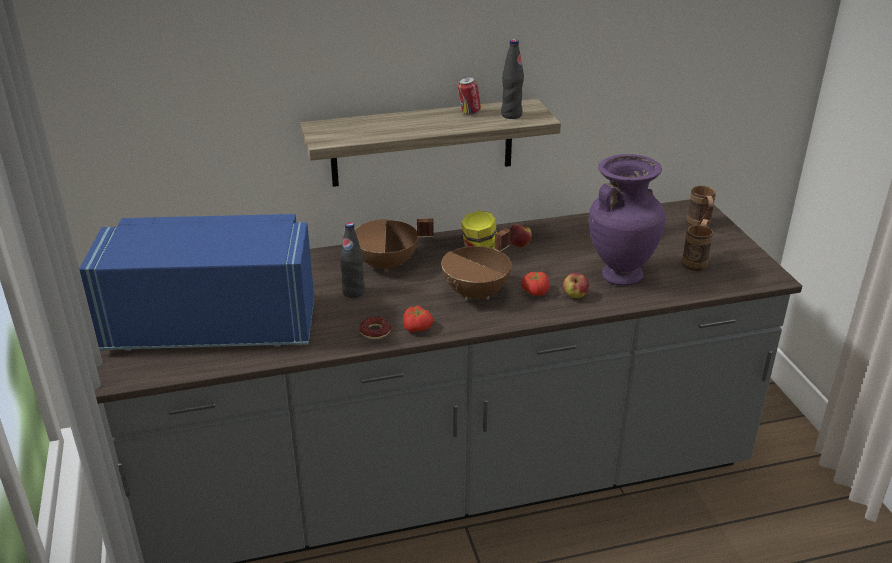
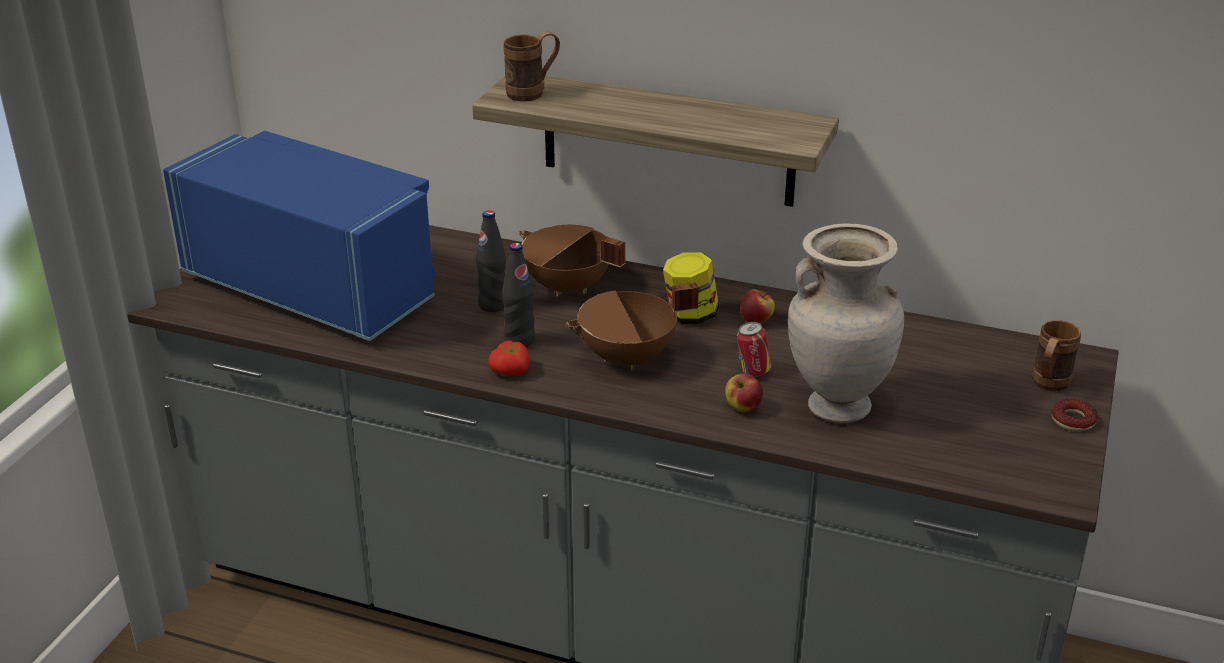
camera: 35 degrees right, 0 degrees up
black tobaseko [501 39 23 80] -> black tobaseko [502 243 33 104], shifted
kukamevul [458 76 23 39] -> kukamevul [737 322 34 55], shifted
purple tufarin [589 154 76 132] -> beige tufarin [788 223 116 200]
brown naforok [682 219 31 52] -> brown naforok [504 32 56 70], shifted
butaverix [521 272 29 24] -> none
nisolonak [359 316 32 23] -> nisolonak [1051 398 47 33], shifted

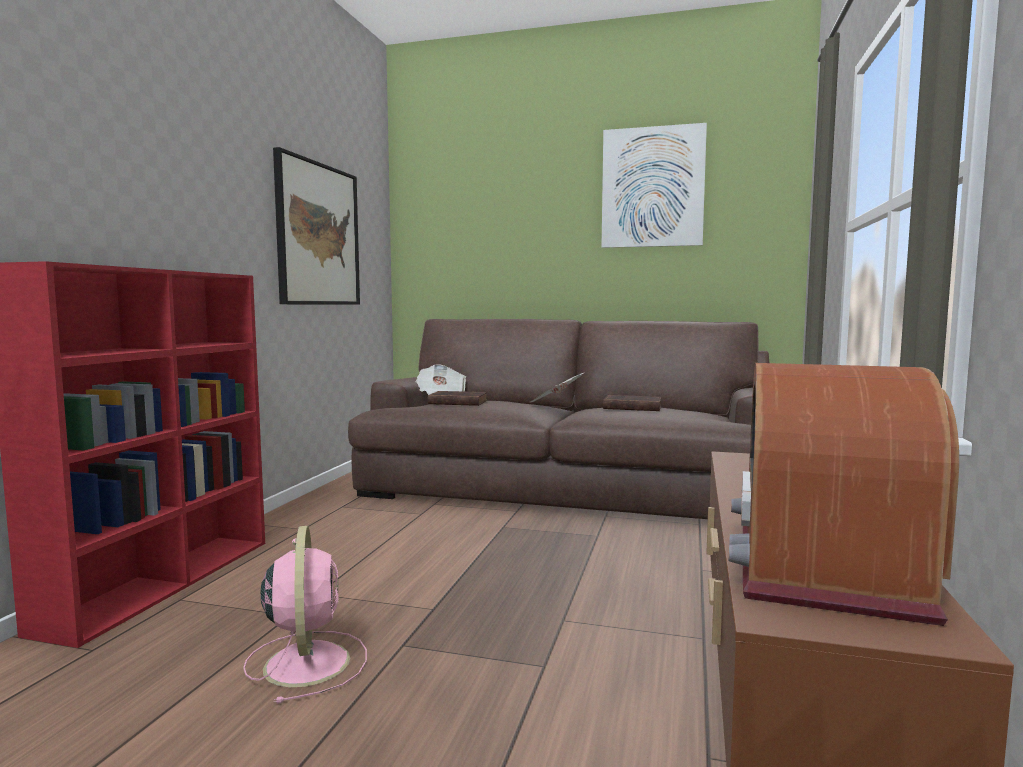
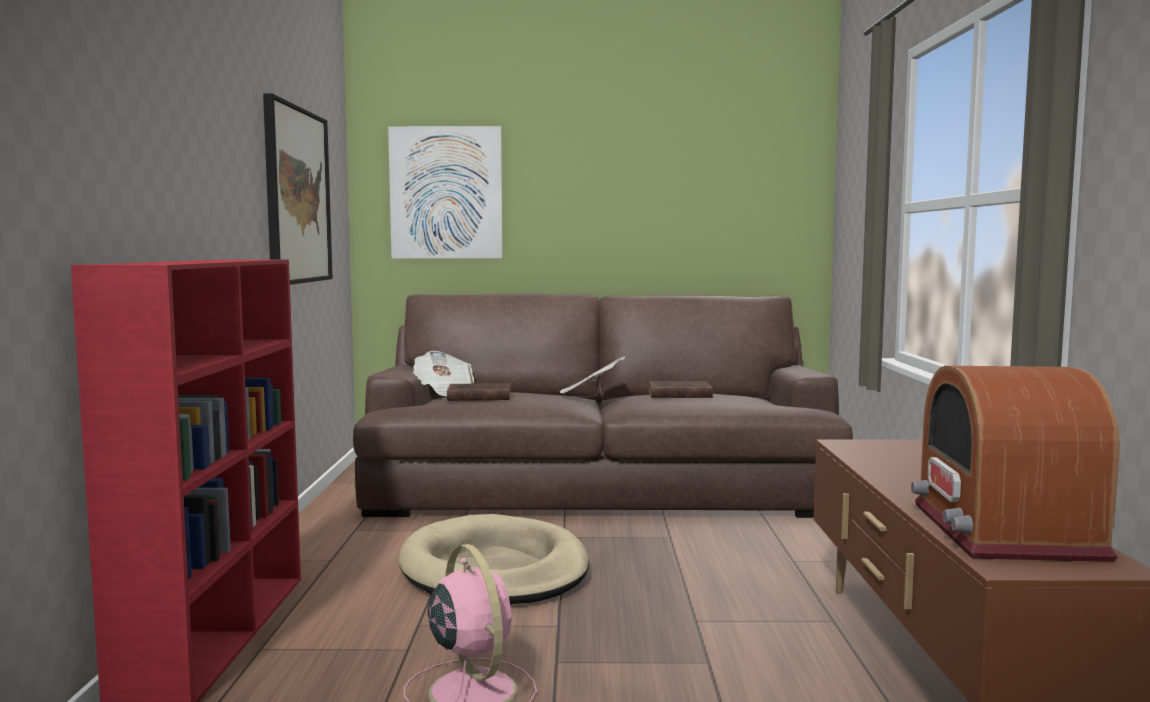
camera: 15 degrees left, 0 degrees up
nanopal [601 123 106 125] -> nanopal [388 126 115 133], shifted
none -> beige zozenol [399 514 190 90]

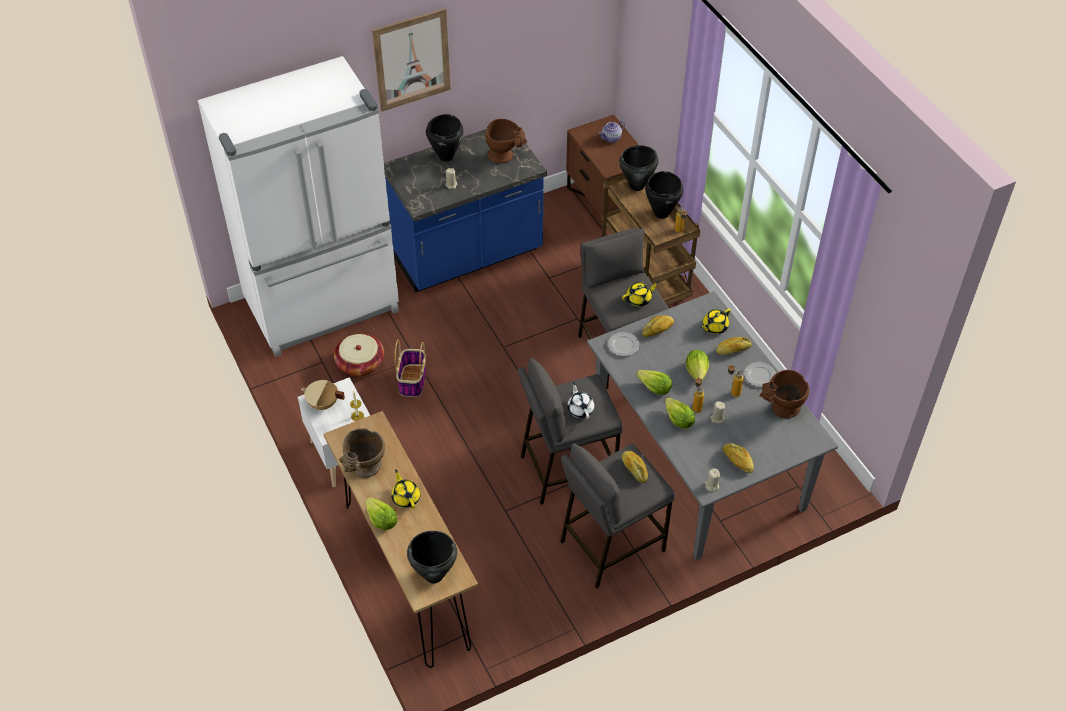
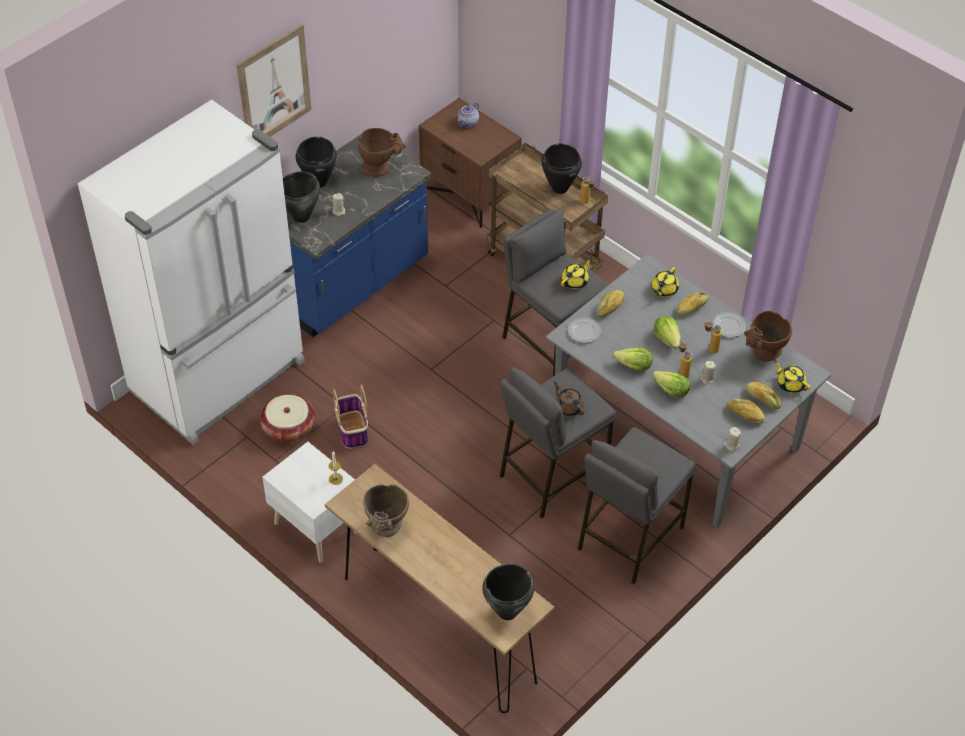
camera: 20 degrees left, 0 degrees up
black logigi [619 145 40 46] -> black logigi [283 171 37 52], shifted
beige logigi [301 380 44 30] -> none
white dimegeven [567 382 28 37] -> brown dimegeven [554 381 31 35]
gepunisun [622 451 26 32] -> gepunisun [746 382 35 27], shifted
yellow dimegeven [391 470 30 39] -> yellow dimegeven [774 360 37 33], shifted
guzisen [366 497 32 33] -> none

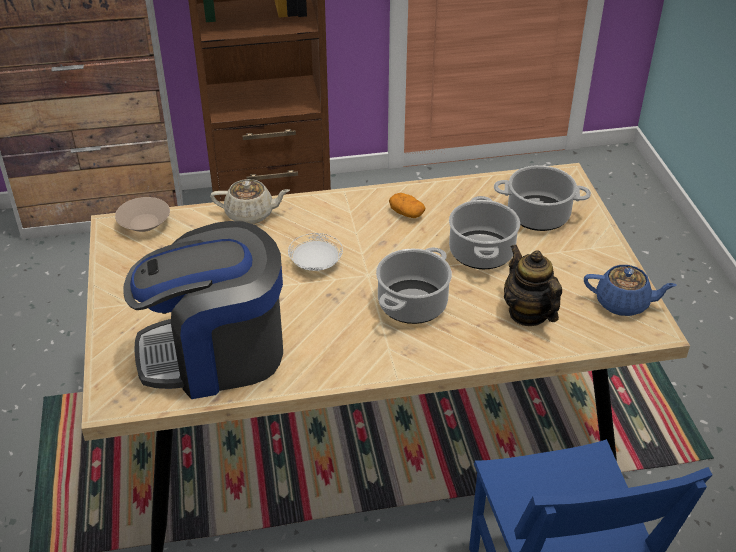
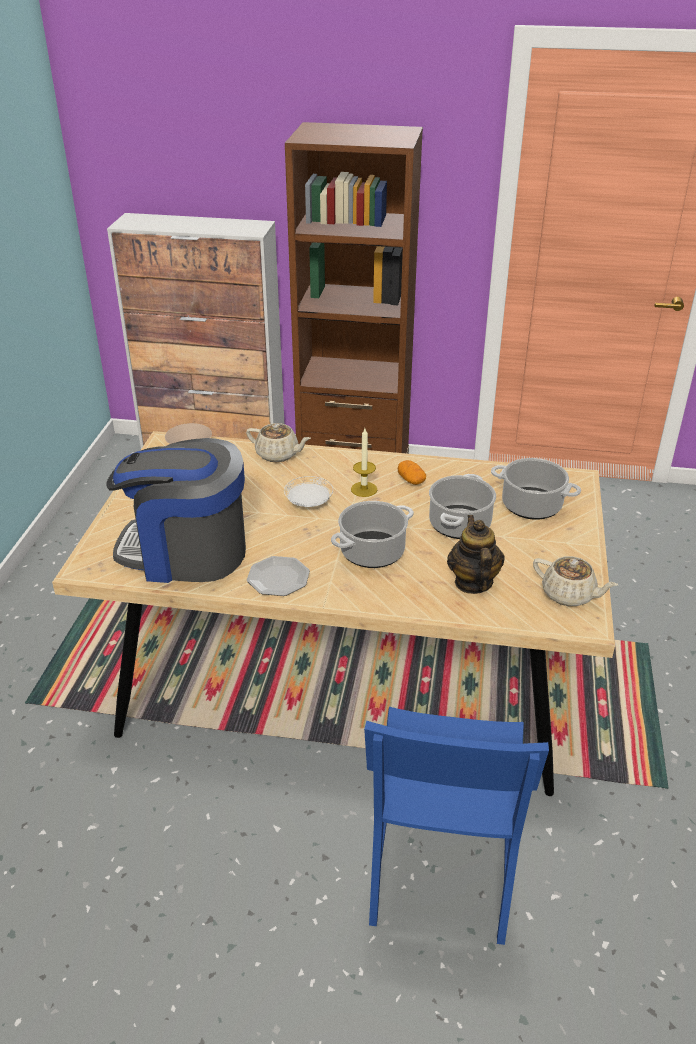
camera: 20 degrees right, 5 degrees down
blue dimegeven [584 265 93 51] -> beige dimegeven [533 556 85 50]
none -> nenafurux [351 428 26 69]
none -> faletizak [247 556 63 40]

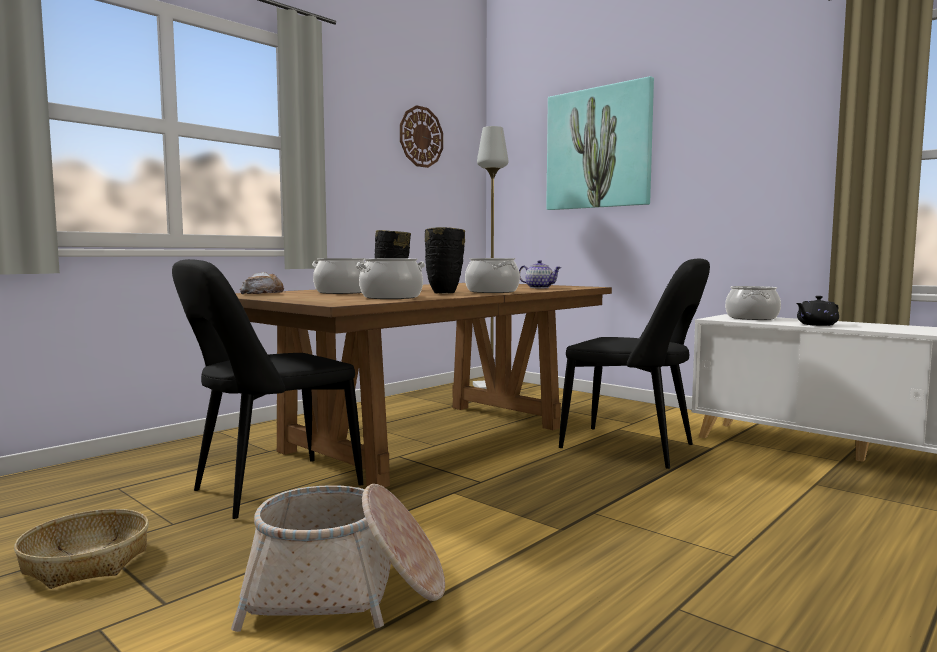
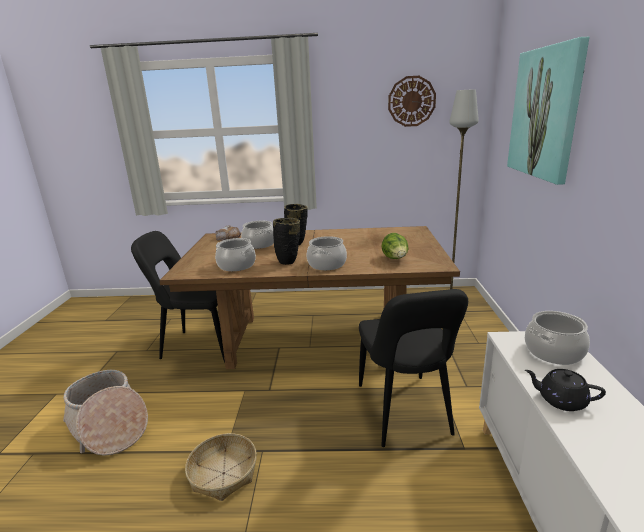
camera: 50 degrees right, 15 degrees up
dimegeven [519 260 43 28] -> guzisen [381 233 27 26]
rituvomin [14 509 135 80] -> rituvomin [185 433 72 68], shifted

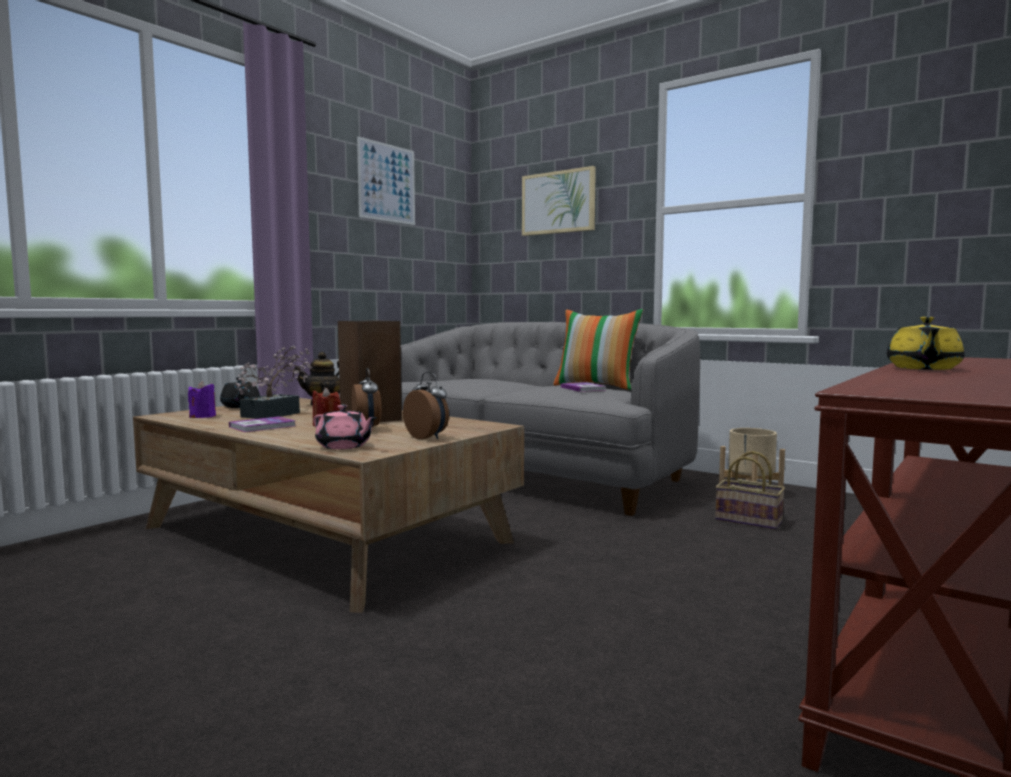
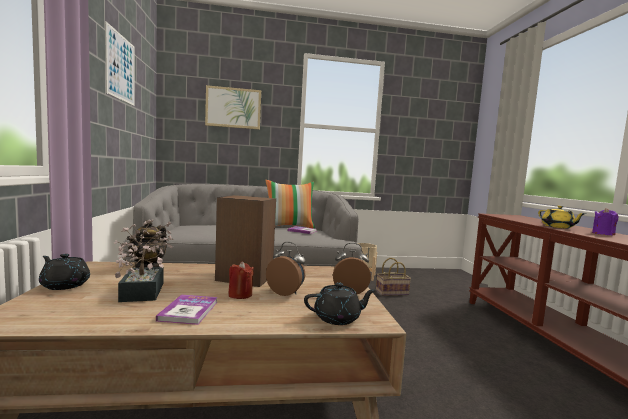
camera: 45 degrees left, 0 degrees up
purple nenafurux [188 381 28 37] -> purple nenafurux [592 208 27 28], shifted
pink dimegeven [313 405 64 44] -> black dimegeven [304 282 72 43]

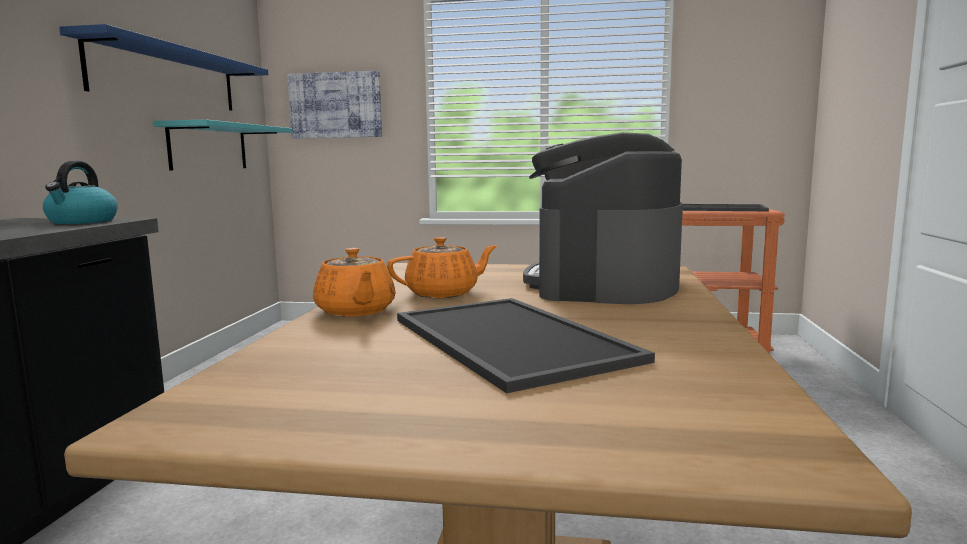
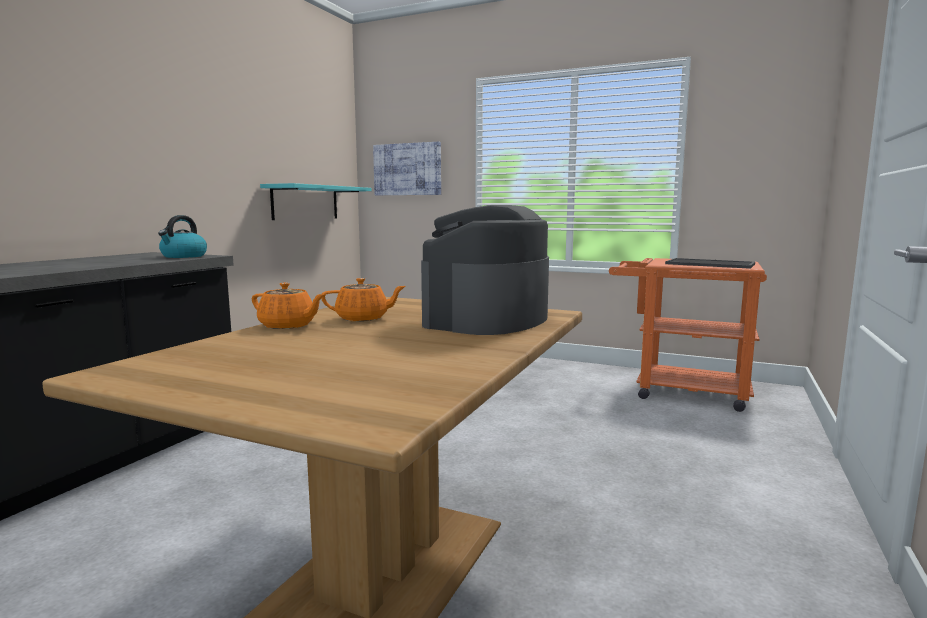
camera: 15 degrees right, 0 degrees up
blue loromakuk [59 24 209 87] -> none
orange dimegeven [313 248 83 69] -> orange dimegeven [252 283 73 46], 60 degrees counterclockwise
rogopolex [397 298 258 96] -> none

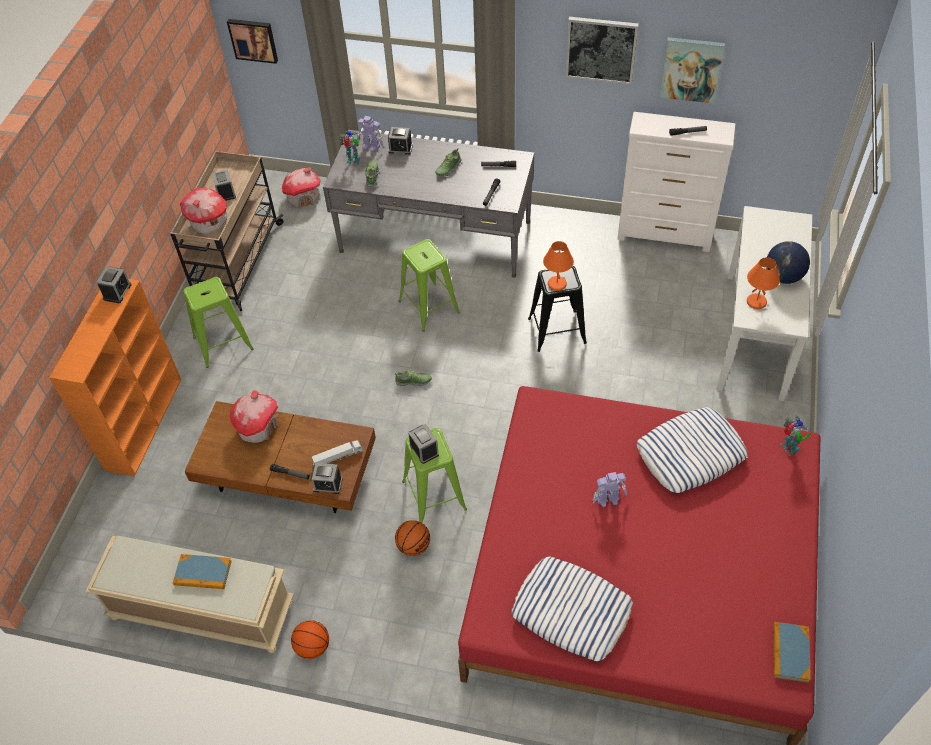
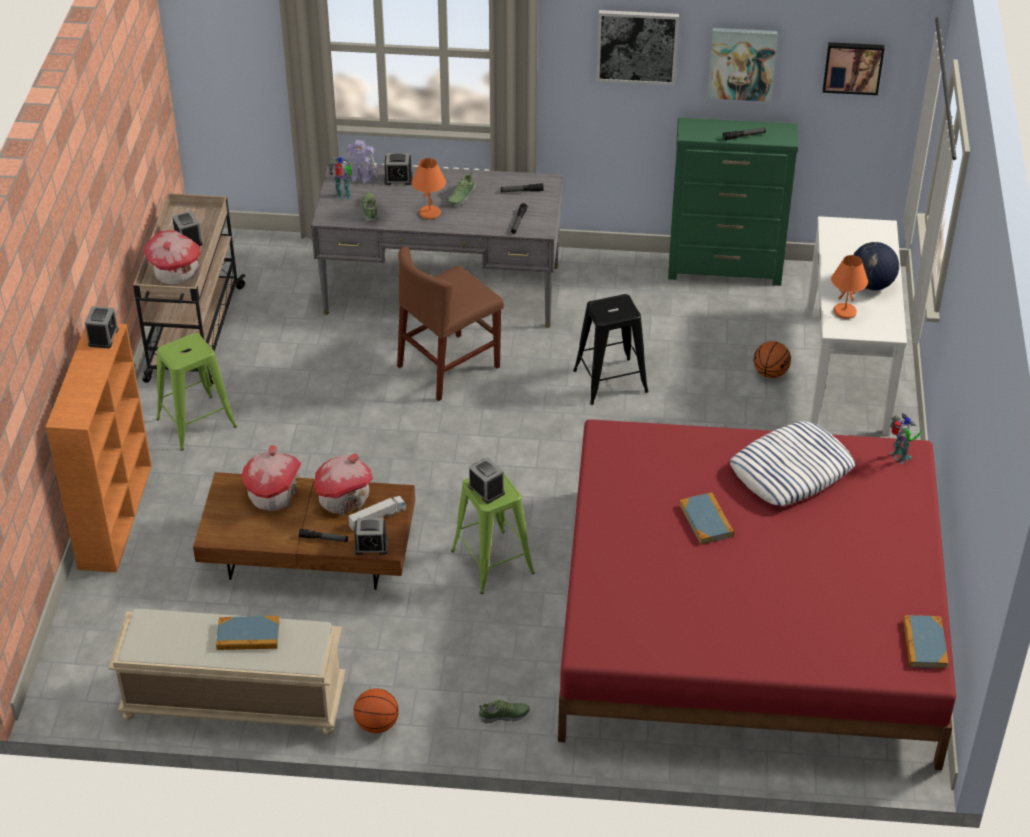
camera: 10 degrees left, 10 degrees down
nanopal [227 19 51 45] -> nanopal [823 42 62 53], shifted
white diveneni [617 112 119 140] -> green diveneni [668 118 130 168]
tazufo [282 167 38 41] -> tazufo [314 453 59 63], shifted
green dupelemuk [399 239 61 92] -> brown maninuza [397 247 107 154]
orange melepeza [543 241 31 50] -> orange melepeza [412 158 34 62], shifted
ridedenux [394 370 38 16] -> ridedenux [478 700 52 24], shifted
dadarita [593 472 35 35] -> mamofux [679 492 55 53]
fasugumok [395 520 35 36] -> fasugumok [754 341 37 37], shifted
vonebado [512 557 121 104] -> none

